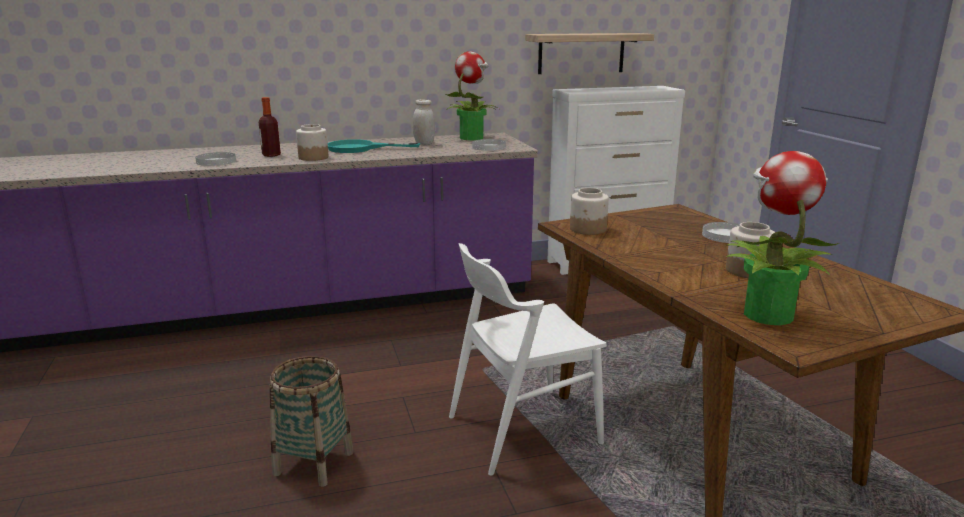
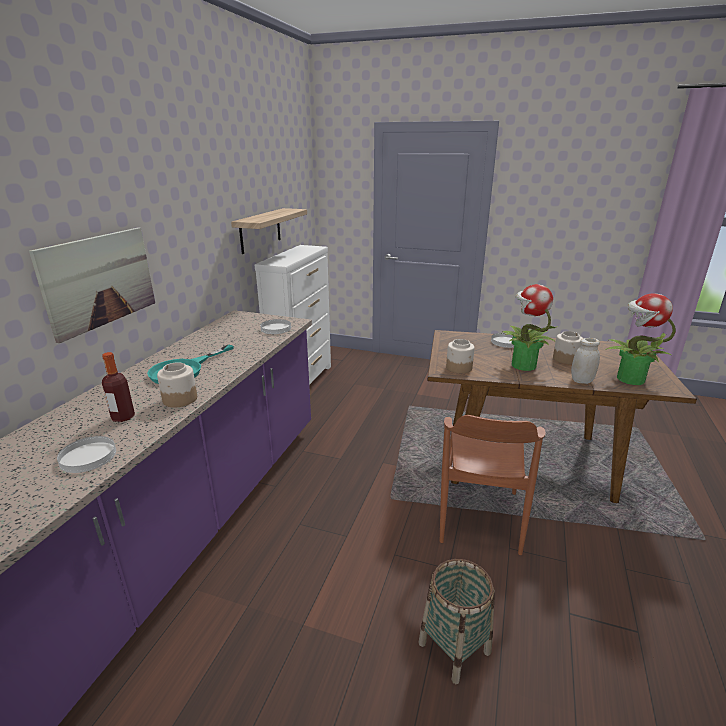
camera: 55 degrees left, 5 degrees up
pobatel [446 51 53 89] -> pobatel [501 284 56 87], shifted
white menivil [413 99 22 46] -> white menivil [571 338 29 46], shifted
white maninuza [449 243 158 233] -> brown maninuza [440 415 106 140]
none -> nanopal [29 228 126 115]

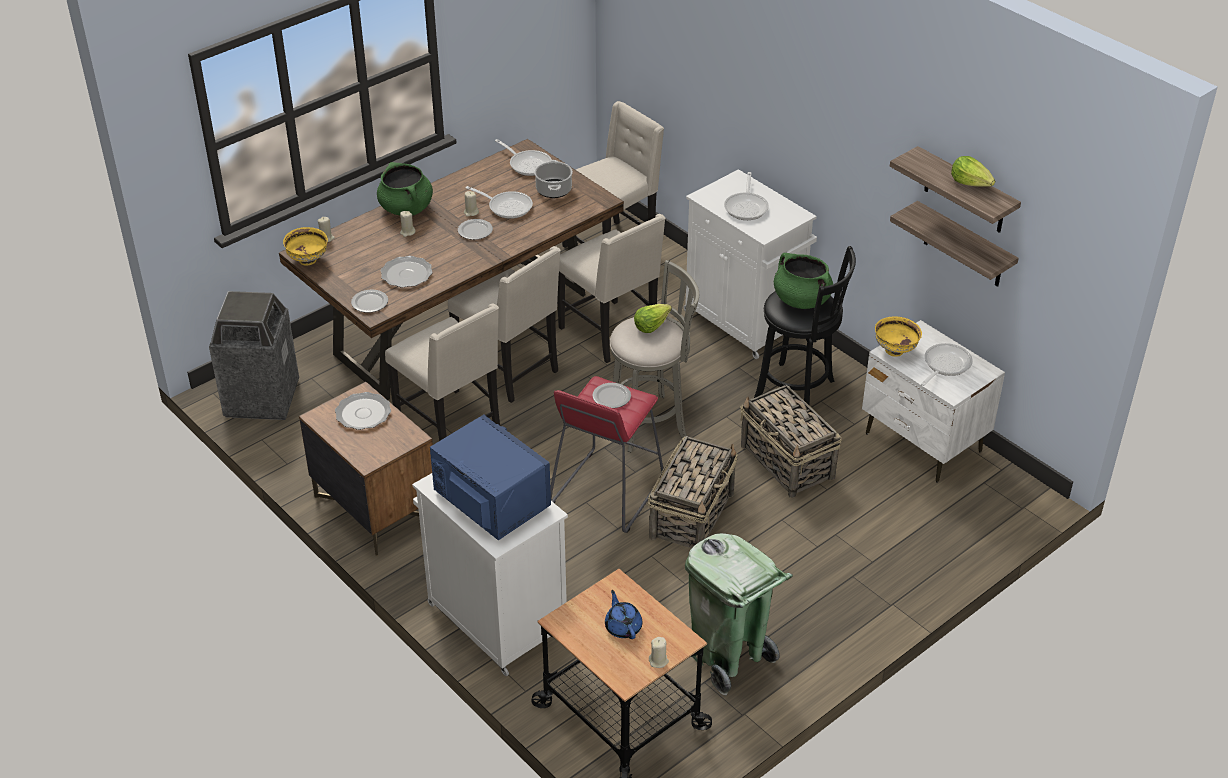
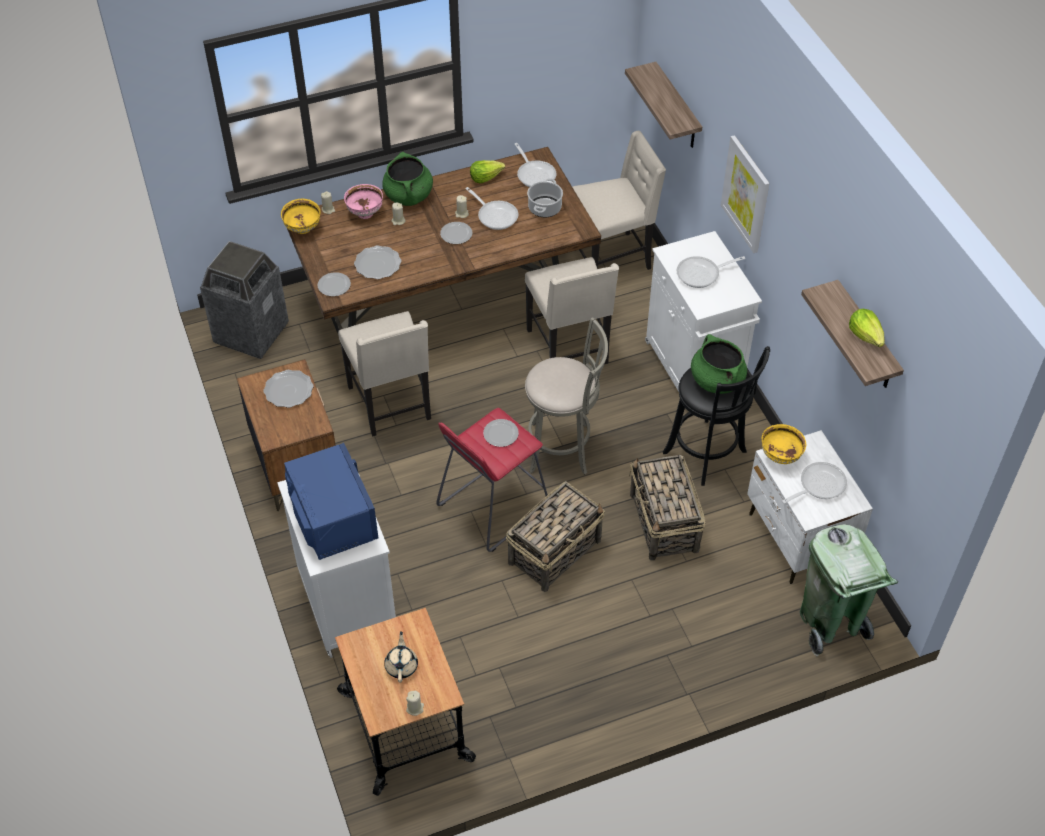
camera: 20 degrees right, 10 degrees up
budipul [724 172 45 48] -> budipul [676 256 69 32], 45 degrees clockwise
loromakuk [890 201 129 86] -> loromakuk [625 62 77 86], shifted
beige maninuza [448 246 113 157] -> none
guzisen [634 304 38 29] -> guzisen [470 160 35 23], shifted
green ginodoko [685 533 108 162] -> green ginodoko [799 524 99 133], shifted
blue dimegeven [605 590 37 49] -> beige dimegeven [384 631 34 52]
none -> nanopal [721 135 48 118]
none -> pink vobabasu [344 184 39 35]

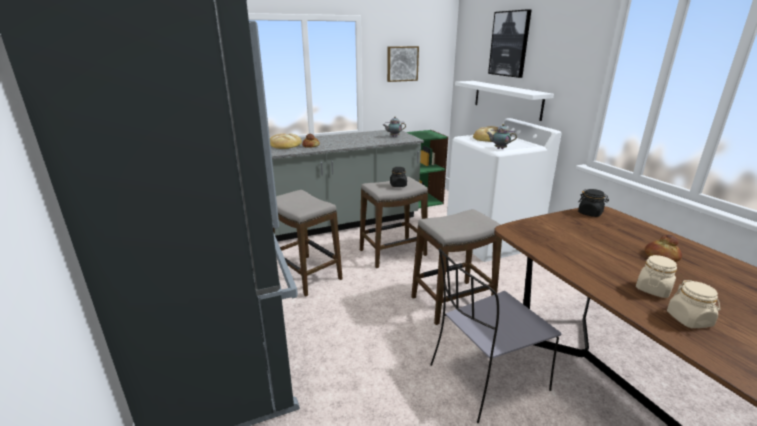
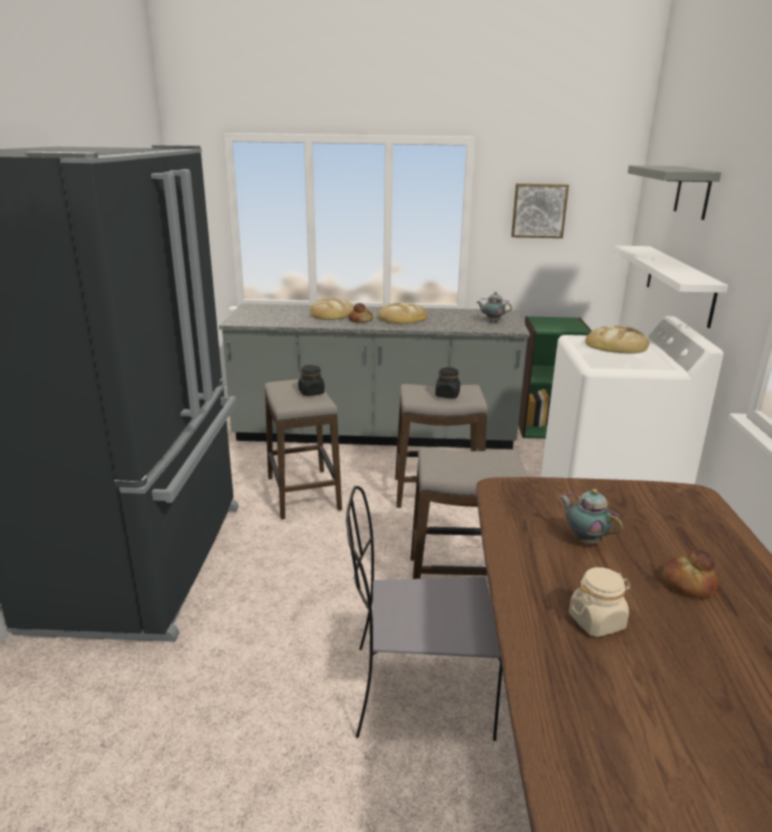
camera: 25 degrees right, 0 degrees up
nanopal [488 9 44 69] -> grey loromakuk [628 165 93 55]
dimegeven [487 124 30 25] -> dimegeven [559 489 64 55], shifted
black menivil [578 189 31 28] -> black menivil [298 365 27 31], shifted
beige menivil [667 280 53 48] -> none
none -> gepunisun [378 302 50 22]

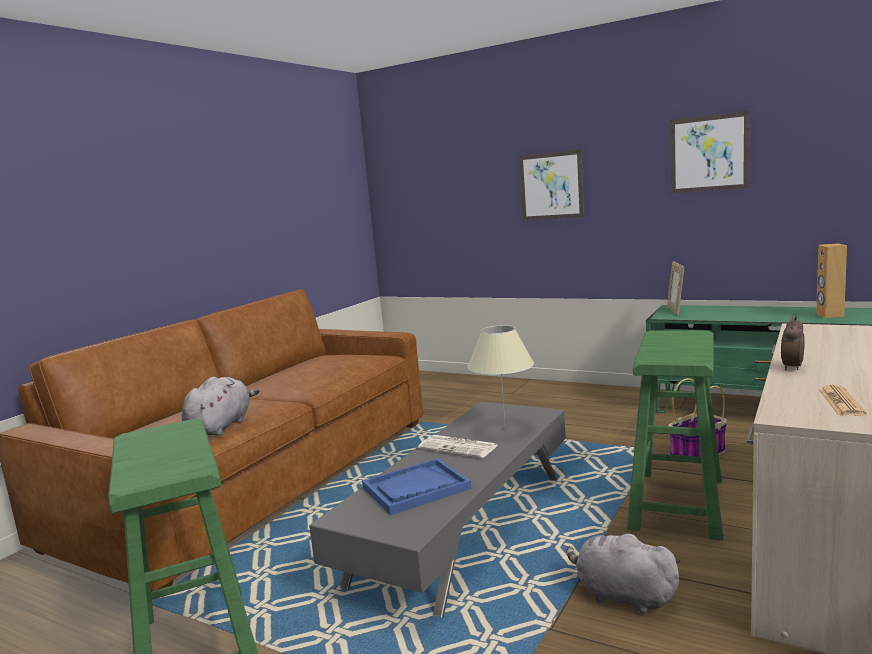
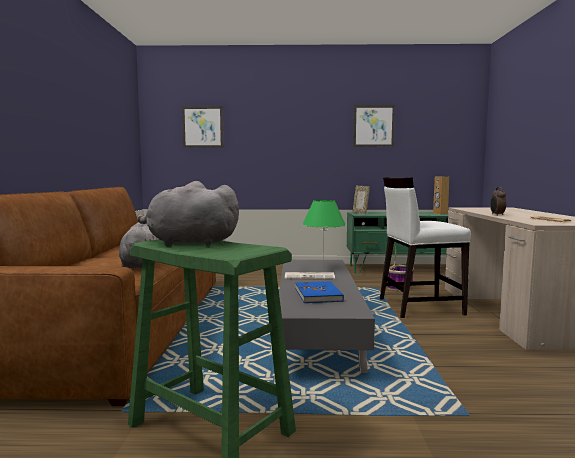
camera: 30 degrees left, 5 degrees down
nanopal [519 150 65 70] -> nanopal [182 106 41 42], shifted
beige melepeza [468 325 66 101] -> green melepeza [302 200 44 69]
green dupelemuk [627 331 96 209] -> white maninuza [380 177 91 141]
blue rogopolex [362 458 109 57] -> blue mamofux [295 281 49 22]
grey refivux [566 531 114 83] -> grey refivux [137 181 102 65], shifted

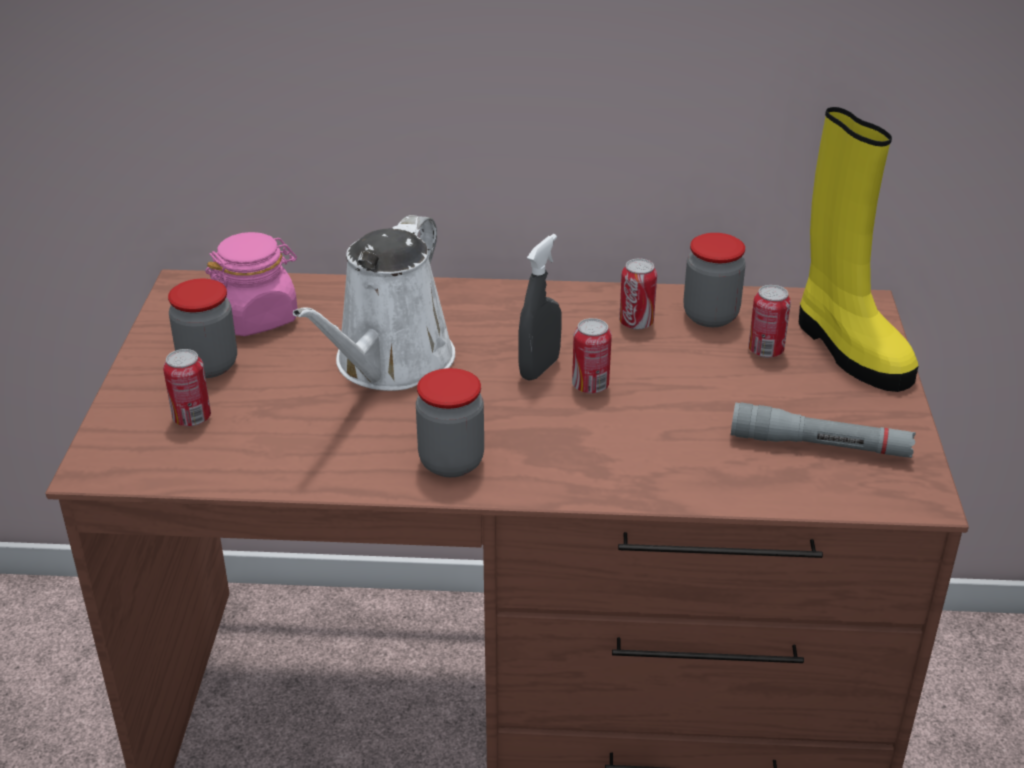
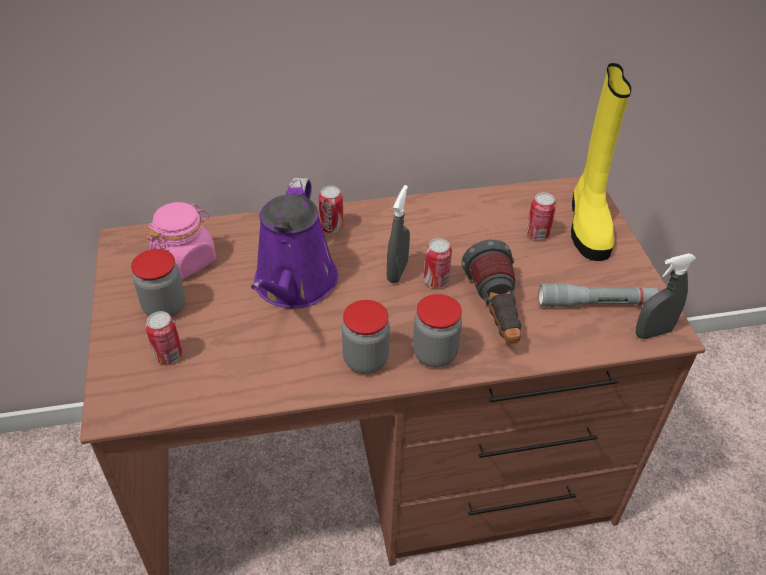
camera: 15 degrees left, 10 degrees up
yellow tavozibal [799 107 119 285] -> yellow tavozibal [571 63 61 198], 45 degrees clockwise
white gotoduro [293 215 162 176] -> purple gotoduro [251 178 87 130]
menivil [684 233 62 94] -> menivil [413 294 49 73], shifted
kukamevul [619 258 38 72] -> kukamevul [318 186 26 47], shifted
none -> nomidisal [461 240 60 104]
none -> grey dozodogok [636 253 60 86]

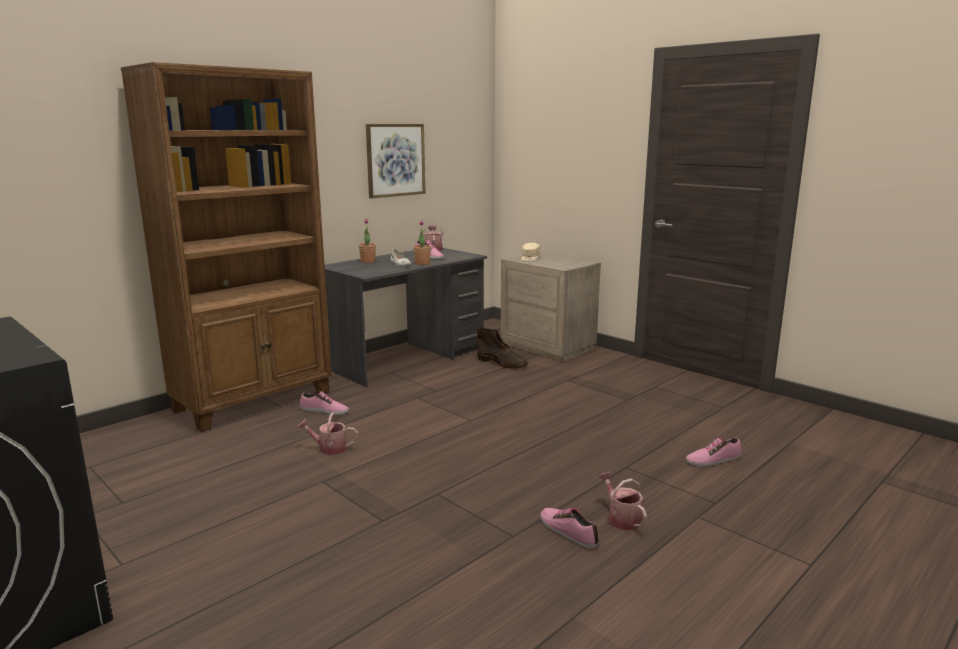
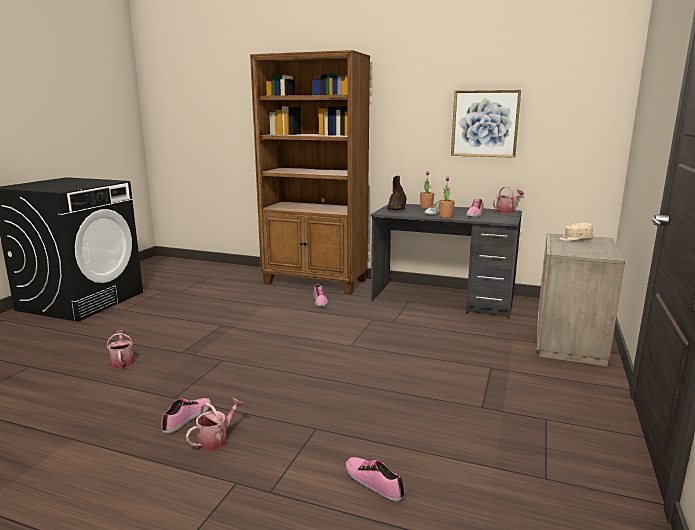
camera: 65 degrees right, 0 degrees up
brown tavozibal [477 327 51 42] -> brown tavozibal [387 176 19 34], shifted
gotoduro [297 412 61 43] -> gotoduro [106 330 28 39], shifted

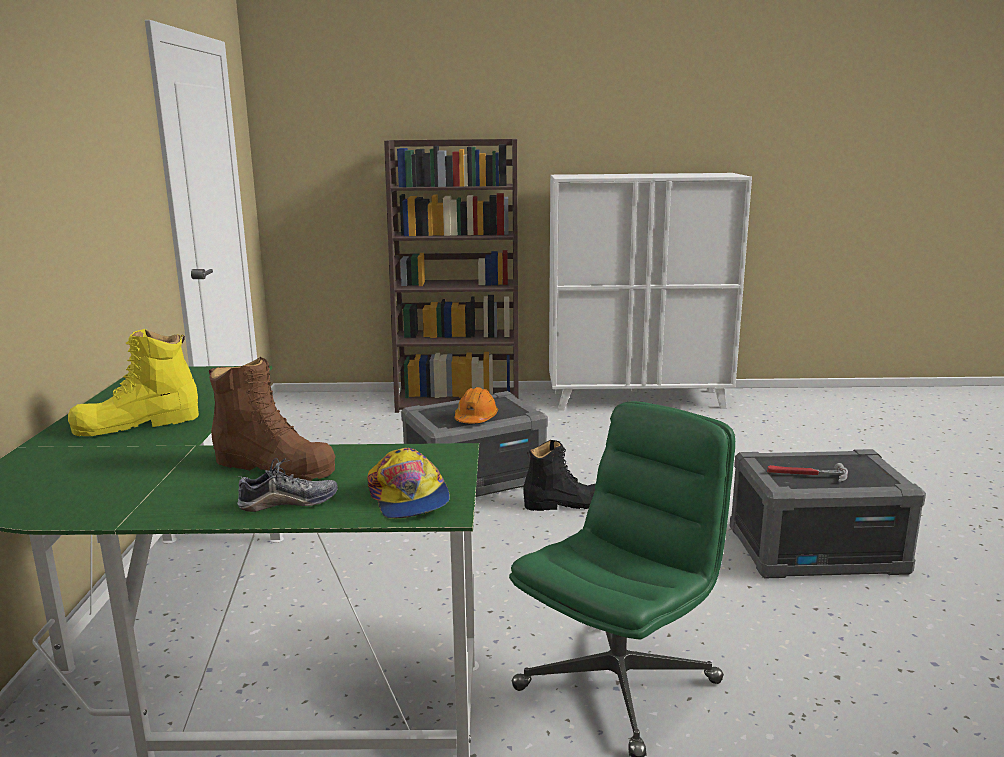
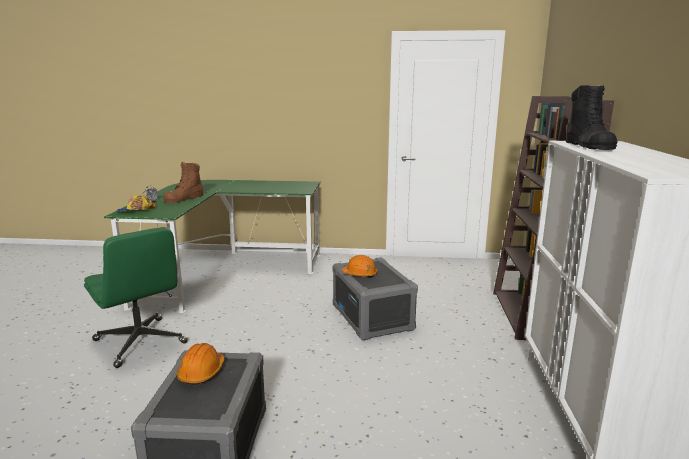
camera: 95 degrees right, 0 degrees up
yellow tavozibal [68 329 131 107] -> none
black tavozibal [523 440 73 71] -> black tavozibal [566 85 51 65], shifted
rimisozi [767 463 81 19] -> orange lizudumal [177 343 48 42]

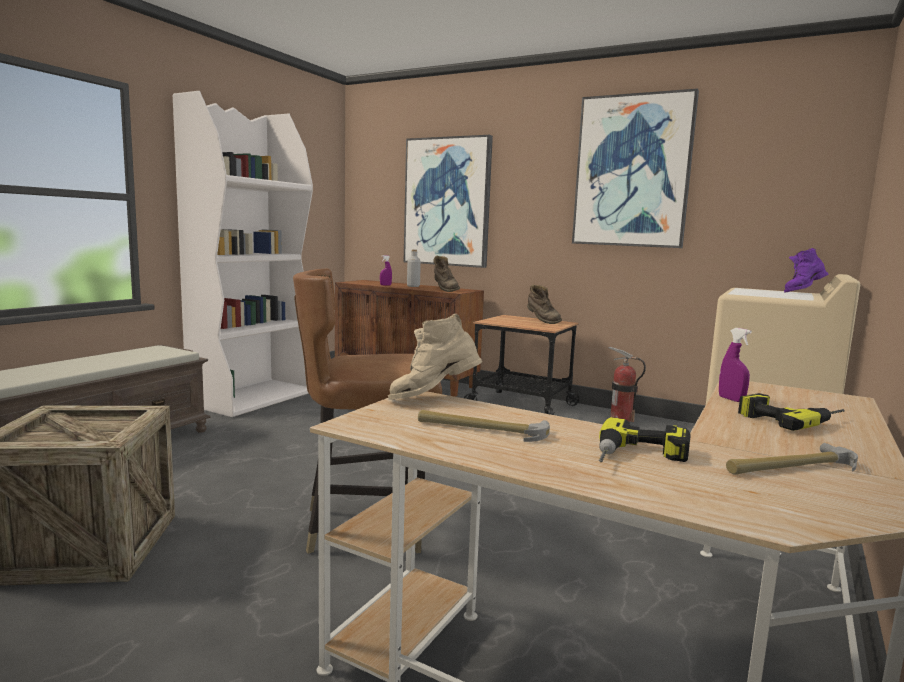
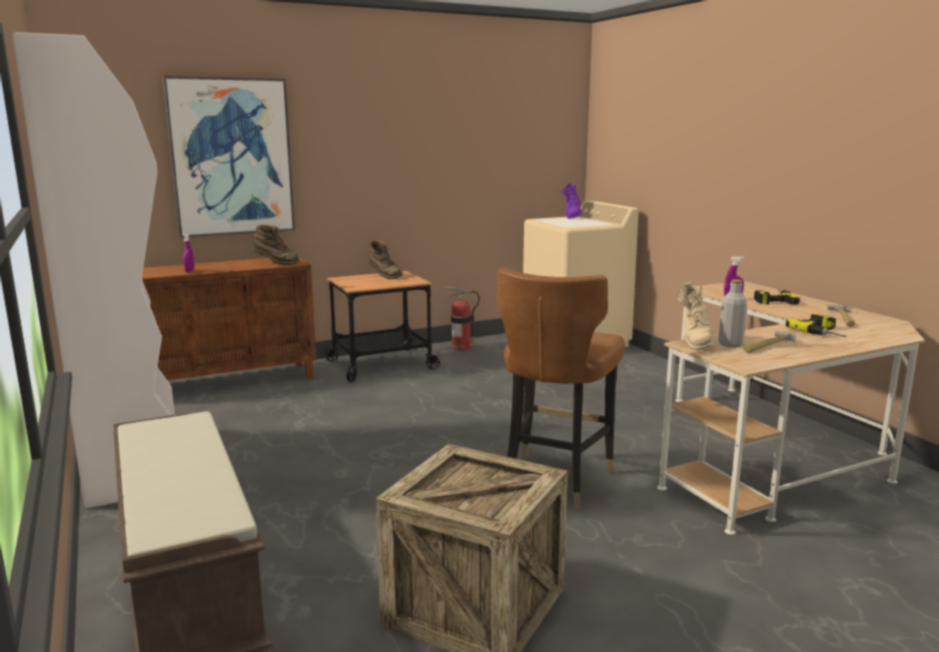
camera: 55 degrees left, 5 degrees up
nanopal [572 89 127 159] -> none
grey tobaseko [407 249 14 38] -> grey tobaseko [718 279 29 68], shifted
brown tavozibal [527 285 35 39] -> brown tavozibal [368 240 35 39], 45 degrees clockwise

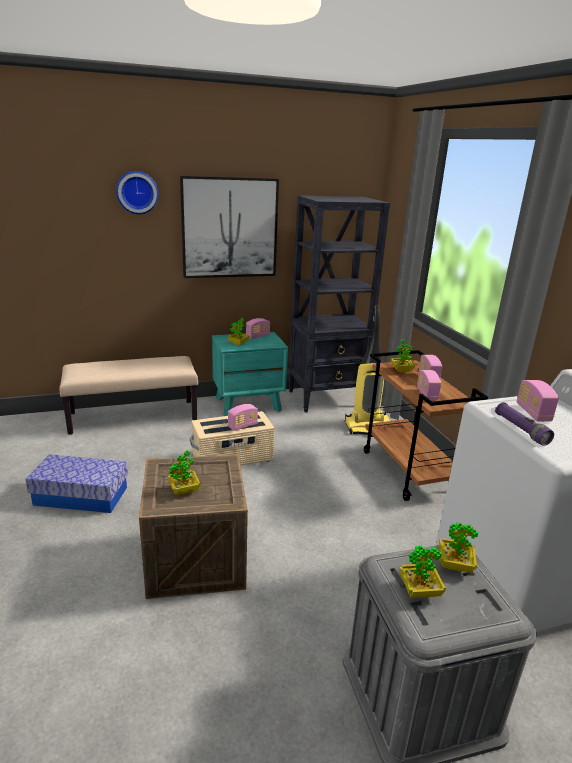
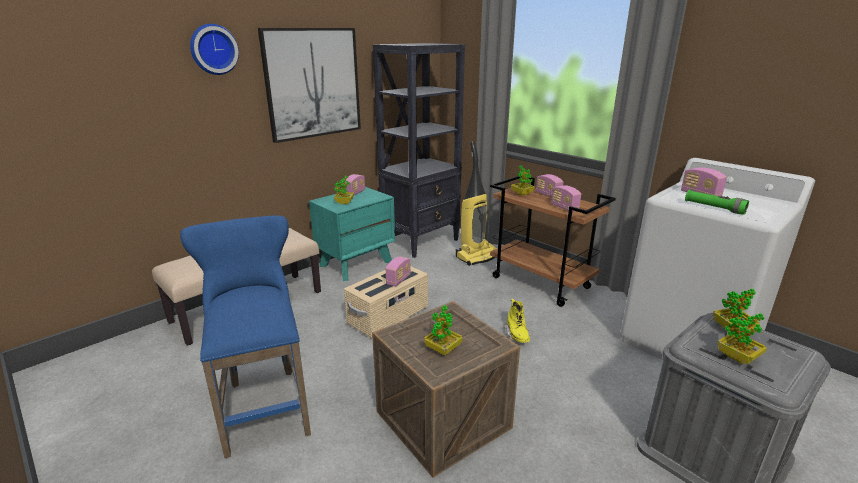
camera: 25 degrees left, 0 degrees up
purple nomidisal [495 402 59 44] -> green nomidisal [685 190 64 25]
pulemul [26 454 102 59] -> blue dupelemuk [180 215 131 243]
none -> yellow tavozibal [504 299 26 44]

